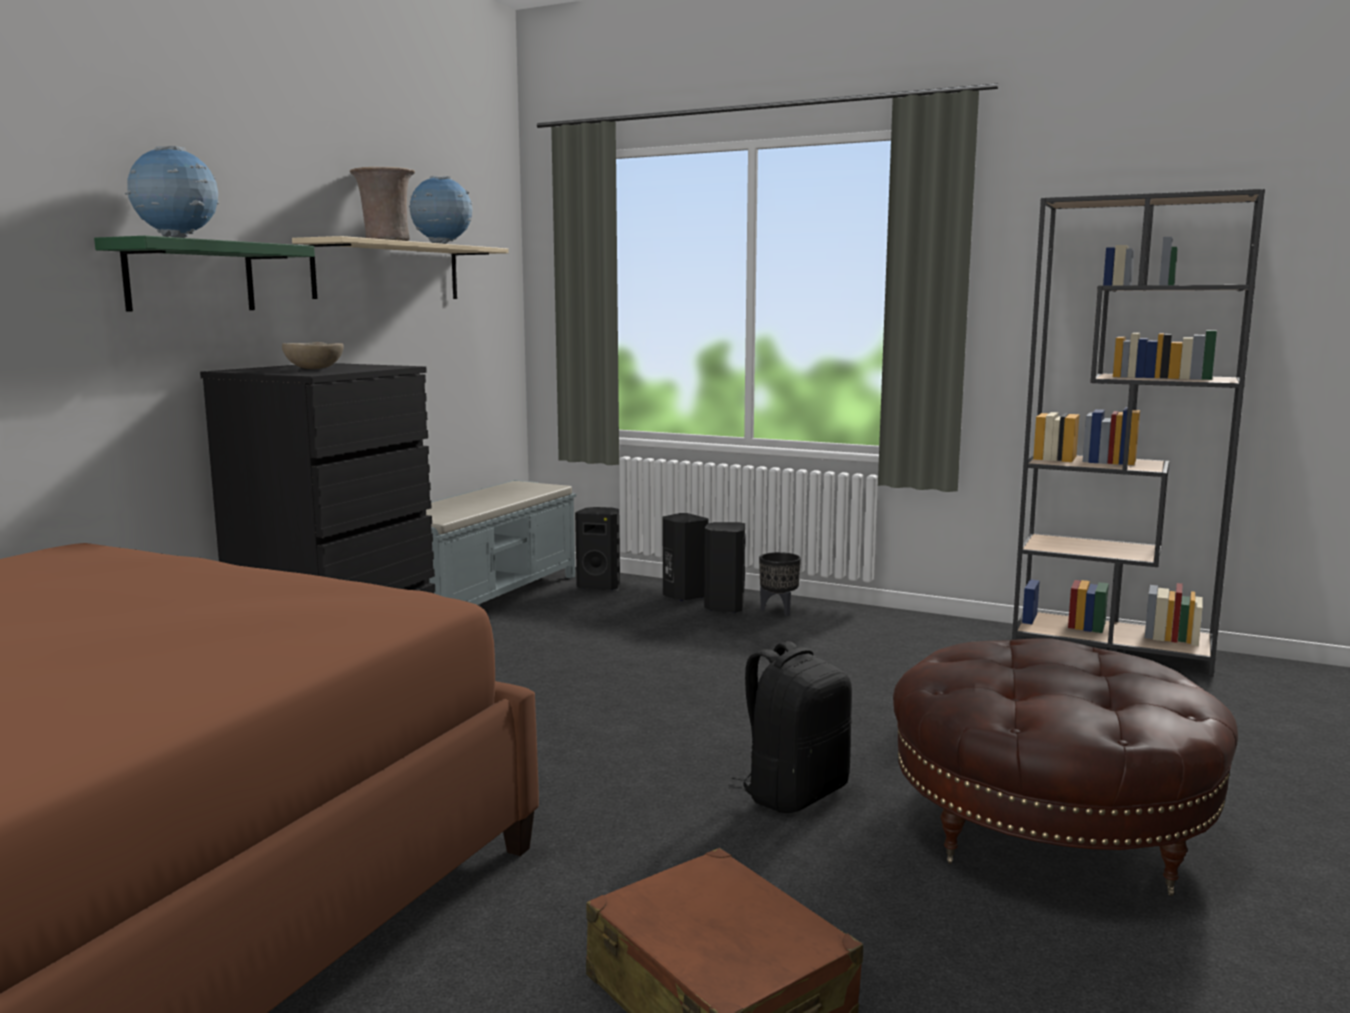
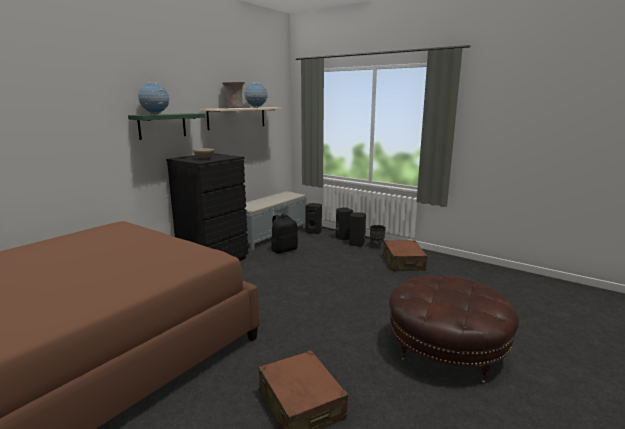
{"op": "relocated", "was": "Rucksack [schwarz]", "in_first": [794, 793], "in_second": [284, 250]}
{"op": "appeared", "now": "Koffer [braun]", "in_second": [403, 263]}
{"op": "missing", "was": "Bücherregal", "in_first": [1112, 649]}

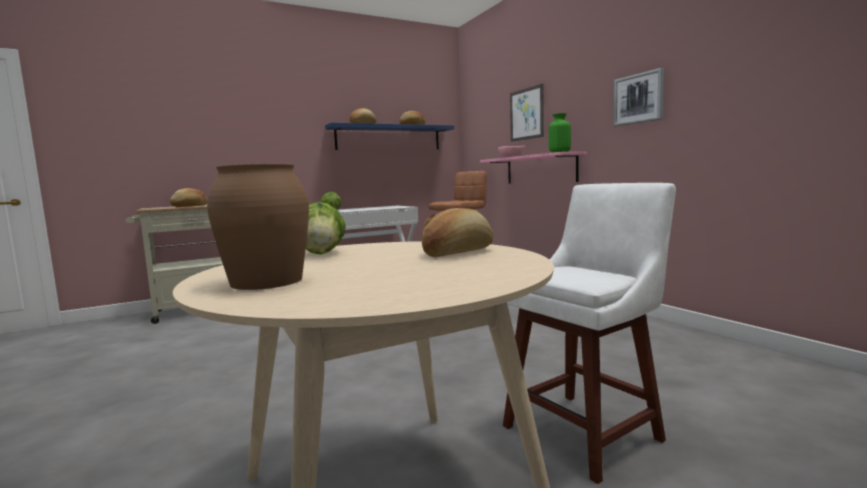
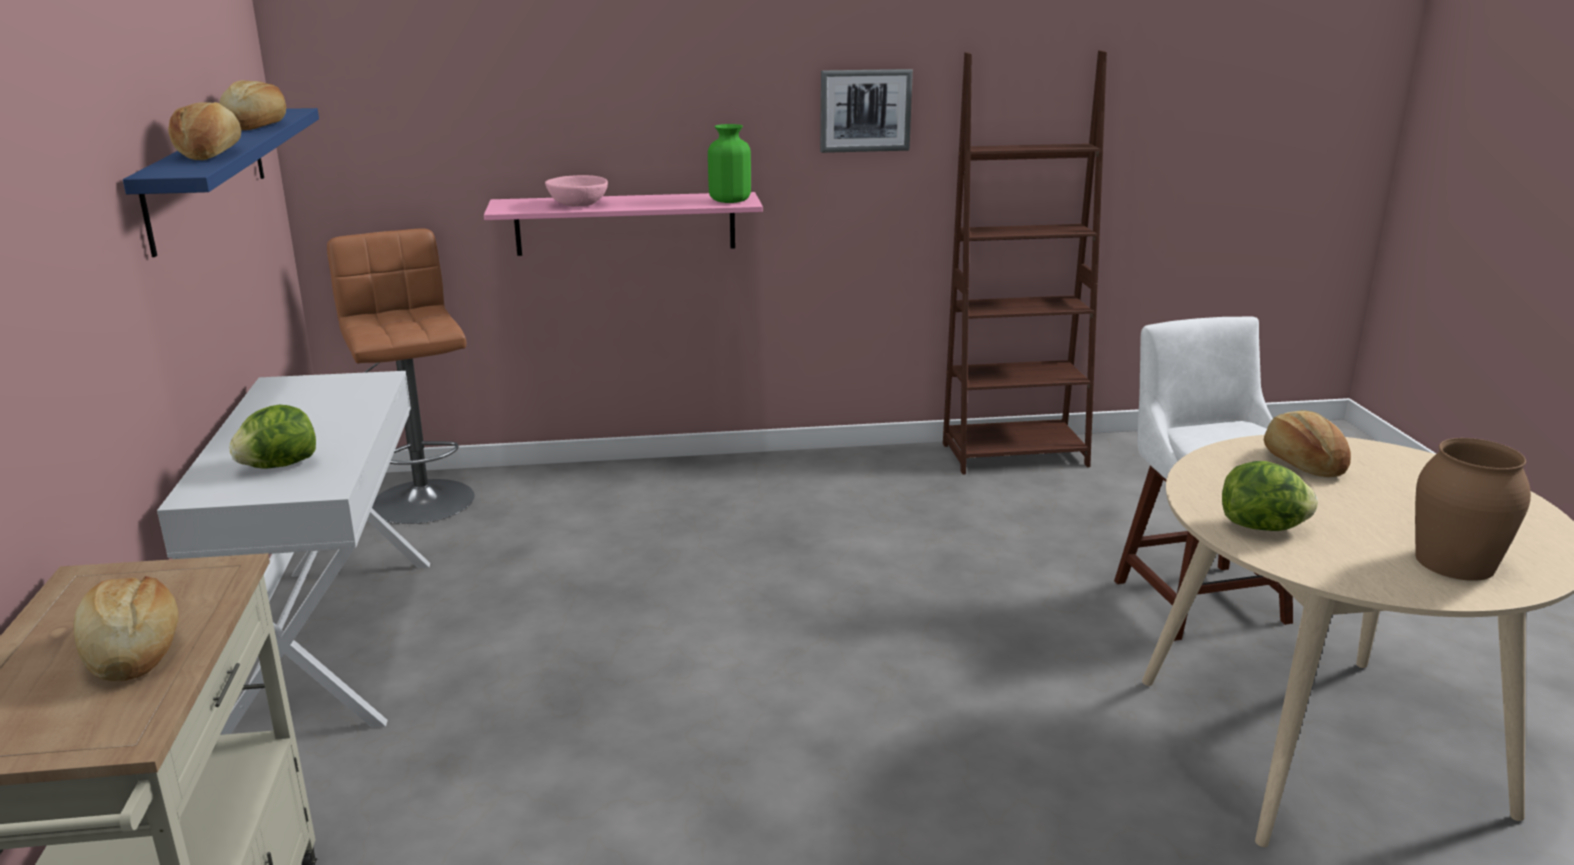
{"op": "appeared", "now": "Bücherregal [braun]", "in_second": [1014, 454]}
{"op": "missing", "was": "Bild", "in_first": [526, 114]}

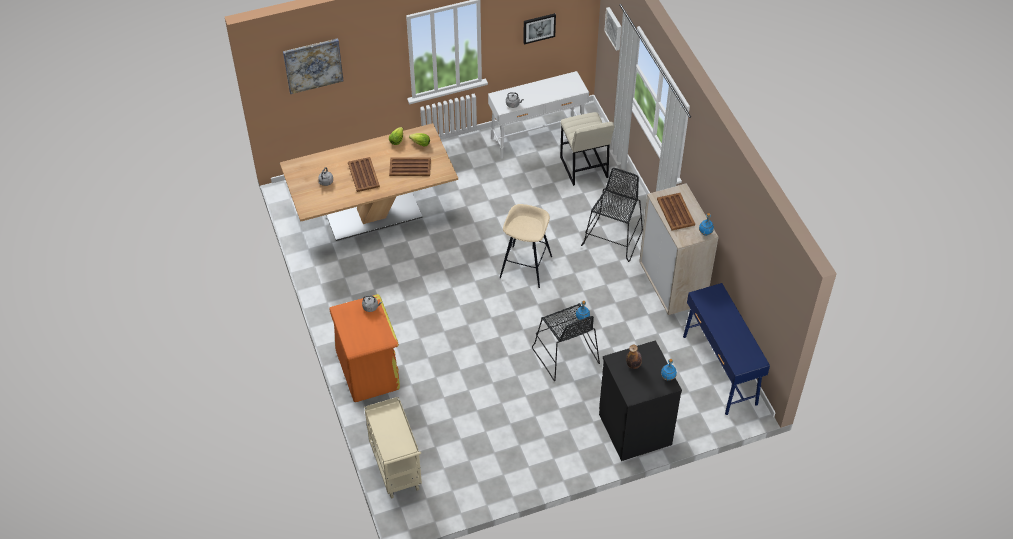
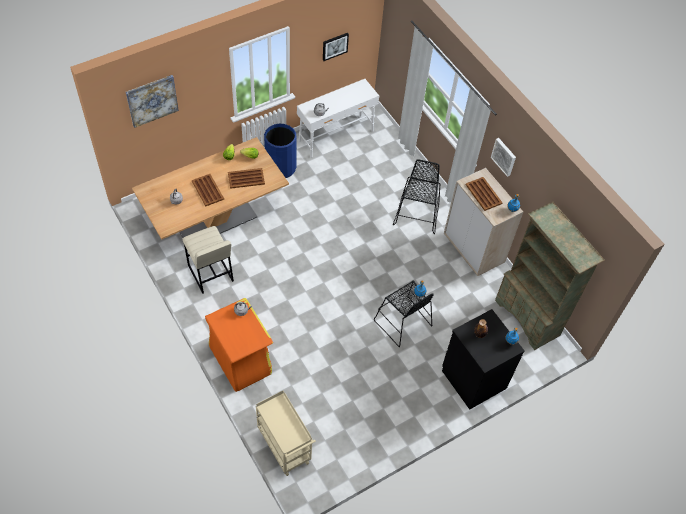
{"op": "relocated", "was": "Stuhl [beige]", "in_first": [584, 168], "in_second": [211, 274]}
{"op": "appeared", "now": "Mülleimer [blau]", "in_second": [281, 167]}
{"op": "relocated", "was": "Bild", "in_first": [614, 28], "in_second": [504, 156]}
{"op": "exchanged", "was": "Konsolentisch [blau]", "now": "Bücherregal [grün]", "in_first": [719, 370], "in_second": [527, 317]}
{"op": "missing", "was": "Hocker [beige]", "in_first": [526, 266]}

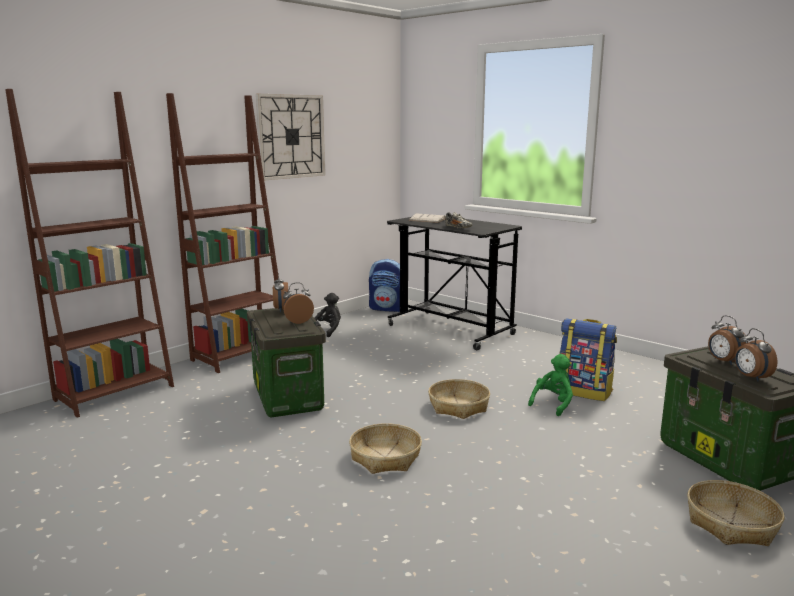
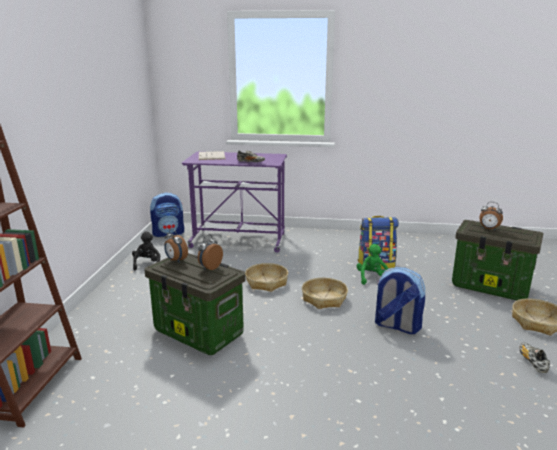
{"op": "colour", "was": "Schreibtisch [schwarz]", "now": "Schreibtisch [lila]", "in_first": [451, 330], "in_second": [238, 240]}
{"op": "relocated", "was": "Korb", "in_first": [385, 457], "in_second": [266, 282]}
{"op": "appeared", "now": "Rucksack", "in_second": [396, 326]}
{"op": "appeared", "now": "Schuh", "in_second": [532, 362]}
{"op": "missing", "was": "Bücherregal [braun]", "in_first": [240, 355]}
{"op": "missing", "was": "Wanduhr", "in_first": [291, 136]}
{"op": "missing", "was": "Wecker", "in_first": [750, 377]}

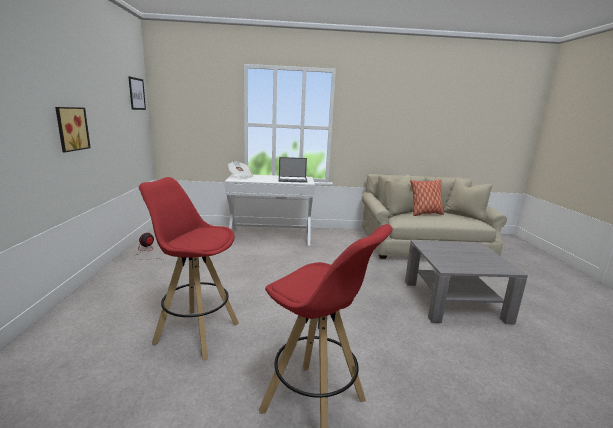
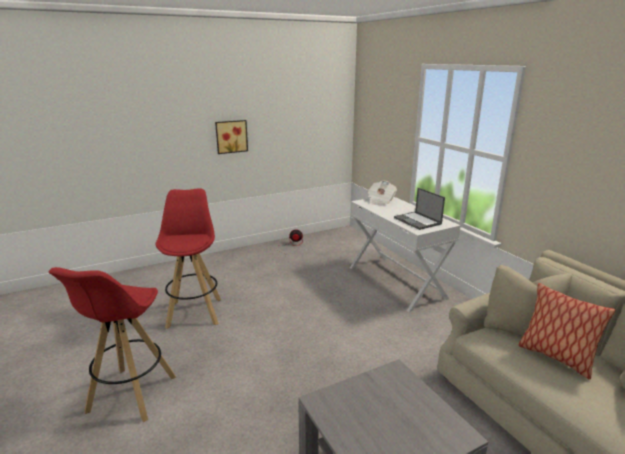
{"op": "missing", "was": "Bild", "in_first": [137, 94]}

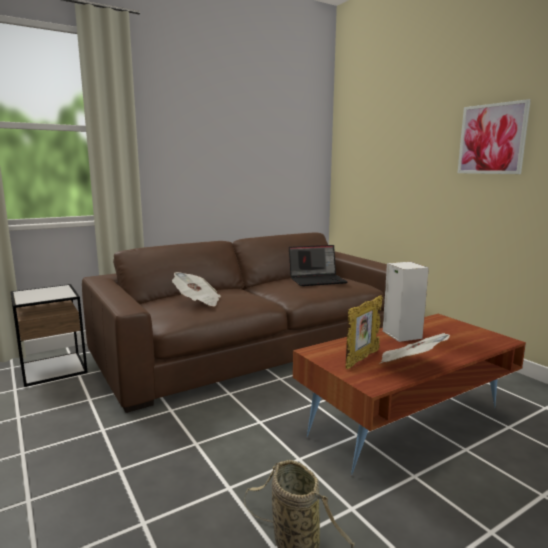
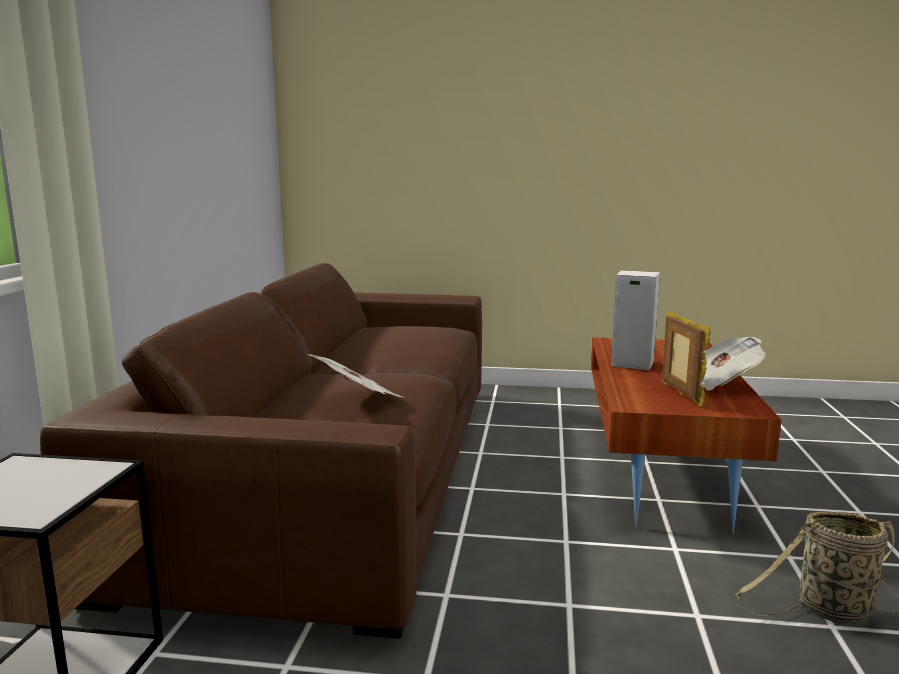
{"op": "missing", "was": "Laptop", "in_first": [317, 280]}
{"op": "missing", "was": "Bild", "in_first": [492, 139]}

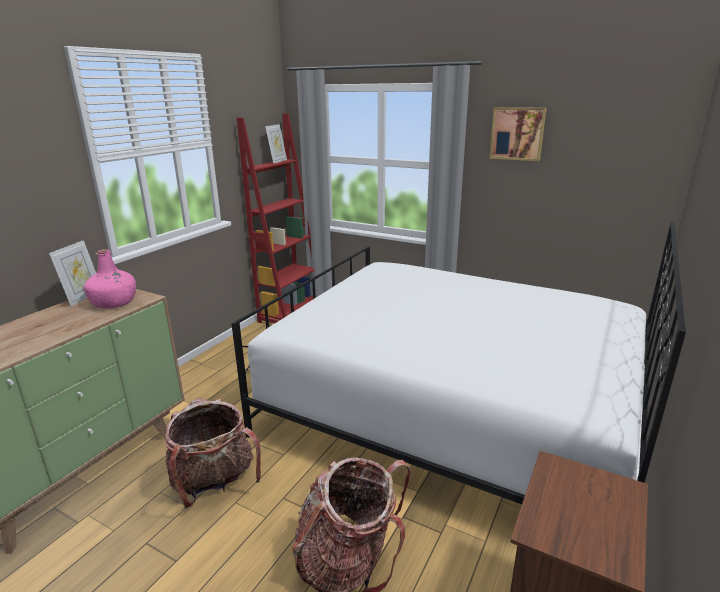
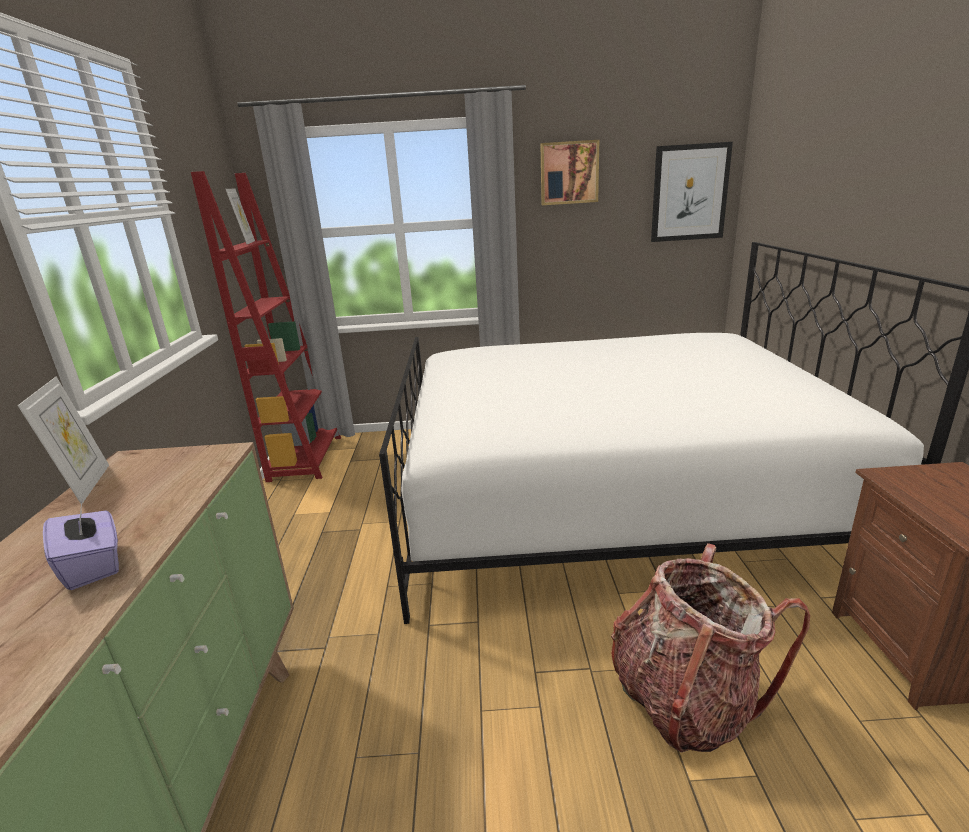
{"op": "appeared", "now": "Taschentuchbox [lila]", "in_second": [93, 565]}
{"op": "appeared", "now": "Bild", "in_second": [689, 193]}
{"op": "missing", "was": "Flasche [rosa]", "in_first": [114, 302]}
{"op": "missing", "was": "Rucksack", "in_first": [214, 483]}

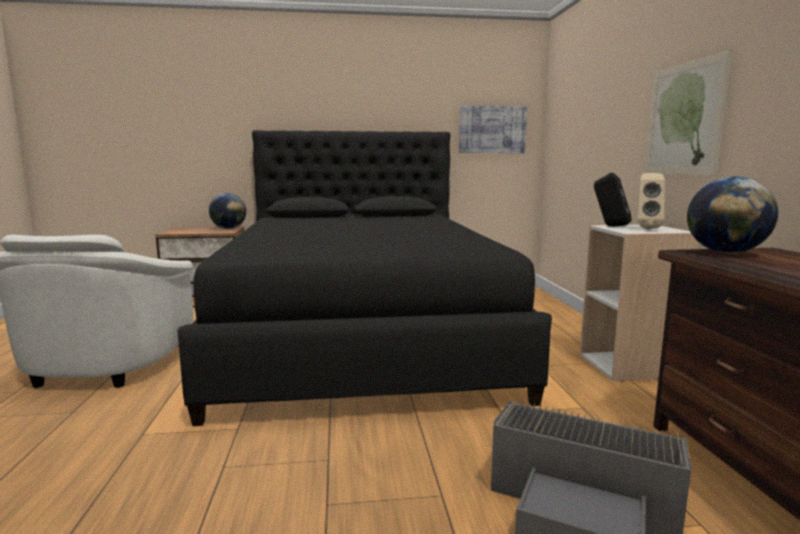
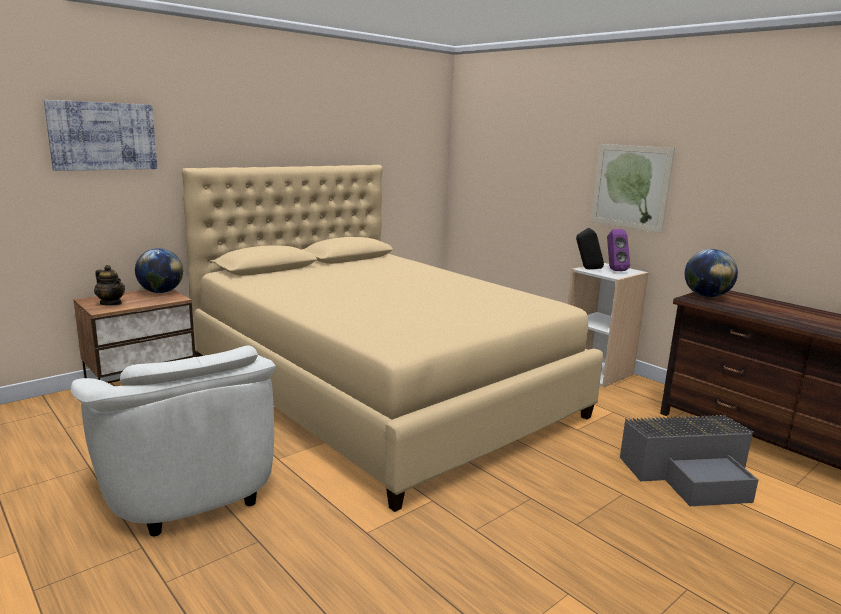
{"op": "relocated", "was": "Bild", "in_first": [492, 129], "in_second": [103, 136]}
{"op": "appeared", "now": "Teekanne", "in_second": [111, 303]}
{"op": "colour", "was": "Bett [schwarz]", "now": "Bett [beige]", "in_first": [362, 333], "in_second": [379, 388]}
{"op": "colour", "was": "Lautsprecher [beige]", "now": "Lautsprecher [lila]", "in_first": [647, 228], "in_second": [613, 270]}

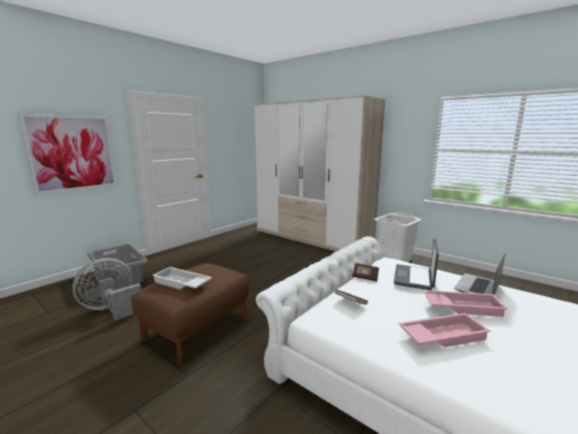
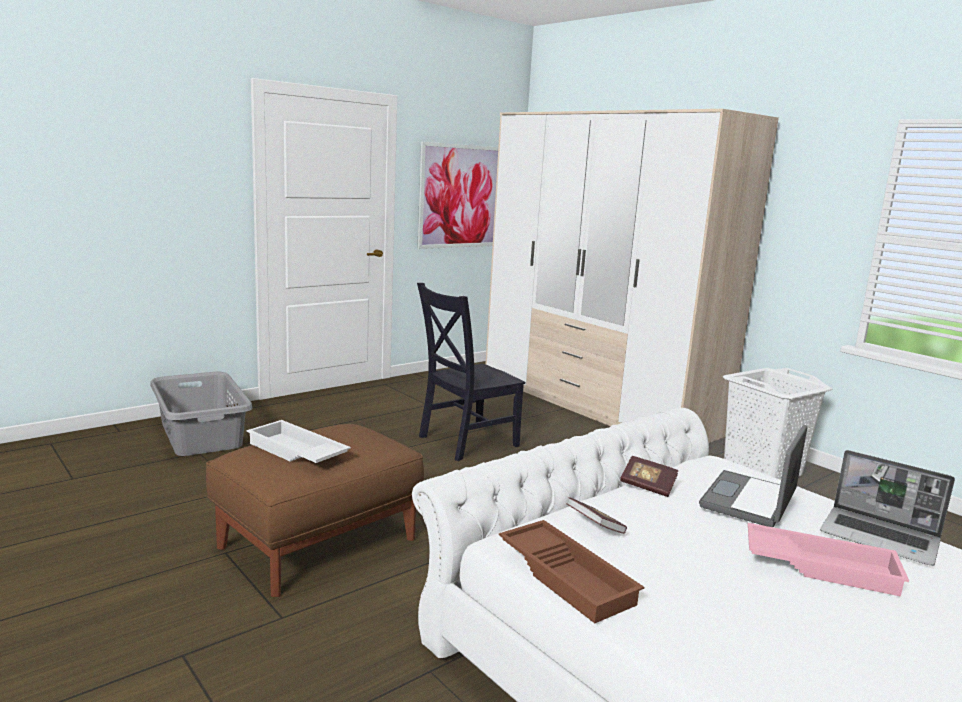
{"op": "relocated", "was": "Bild", "in_first": [73, 153], "in_second": [460, 196]}
{"op": "appeared", "now": "Stuhl [schwarz]", "in_second": [464, 442]}
{"op": "appeared", "now": "Tablett [braun]", "in_second": [568, 577]}
{"op": "spun", "was": "Laptop", "in_first": [478, 288], "in_second": [881, 538], "clockwise": -105}
{"op": "missing", "was": "Ventilator [grau]", "in_first": [112, 309]}
{"op": "missing", "was": "Tablett [rosa]", "in_first": [442, 335]}

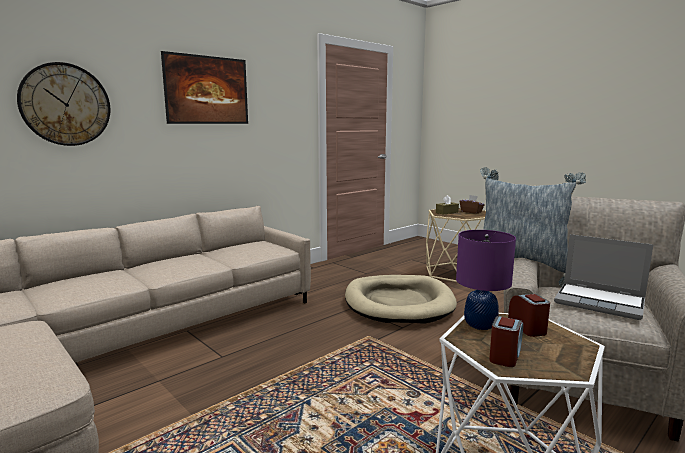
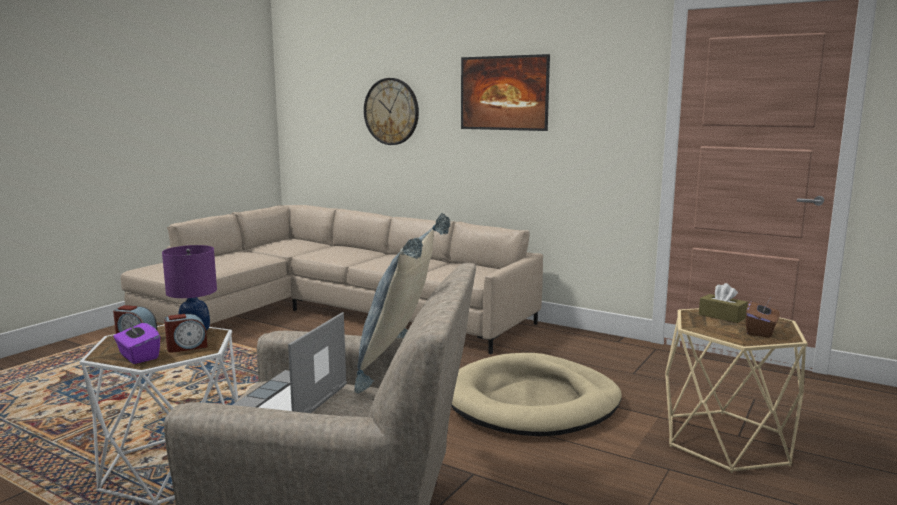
{"op": "appeared", "now": "Taschentuchbox [lila]", "in_second": [138, 356]}

